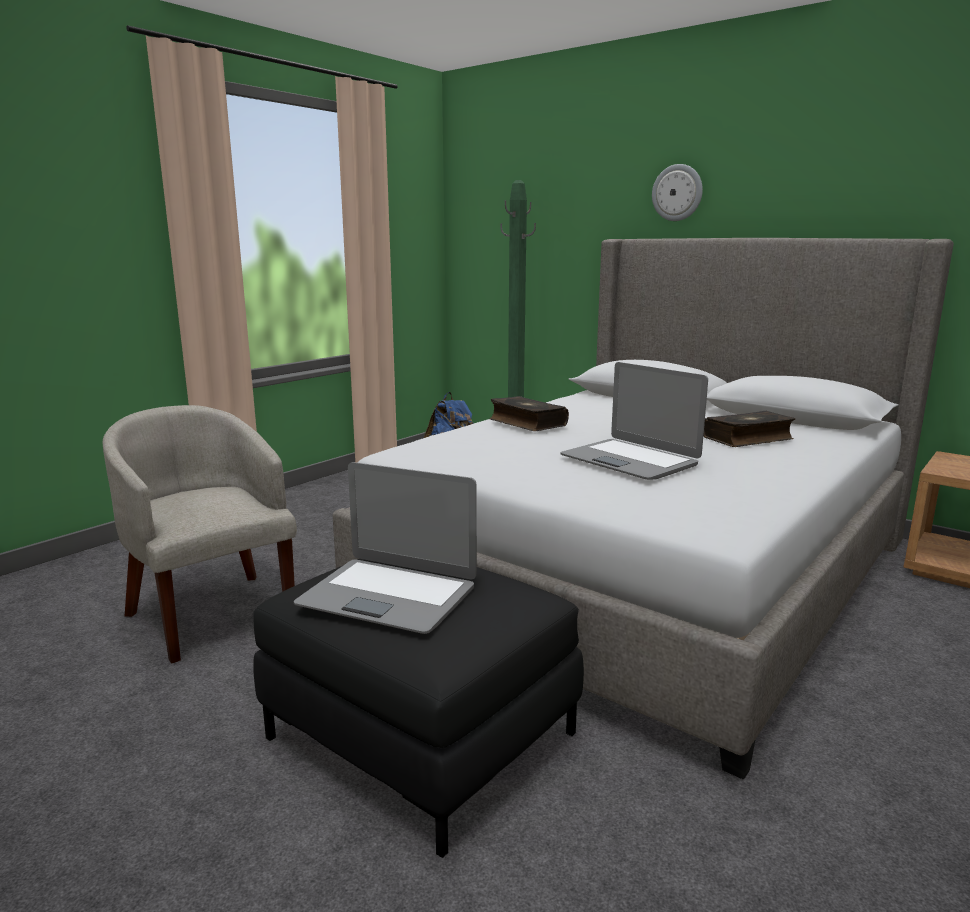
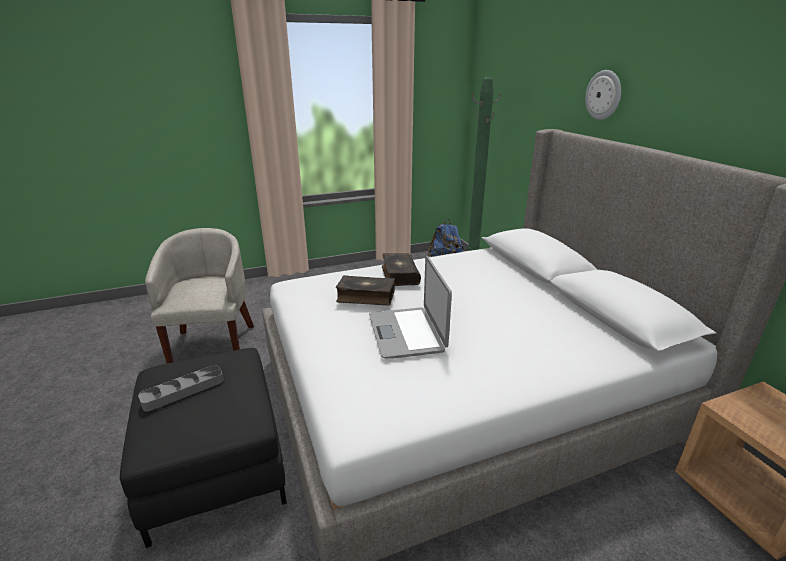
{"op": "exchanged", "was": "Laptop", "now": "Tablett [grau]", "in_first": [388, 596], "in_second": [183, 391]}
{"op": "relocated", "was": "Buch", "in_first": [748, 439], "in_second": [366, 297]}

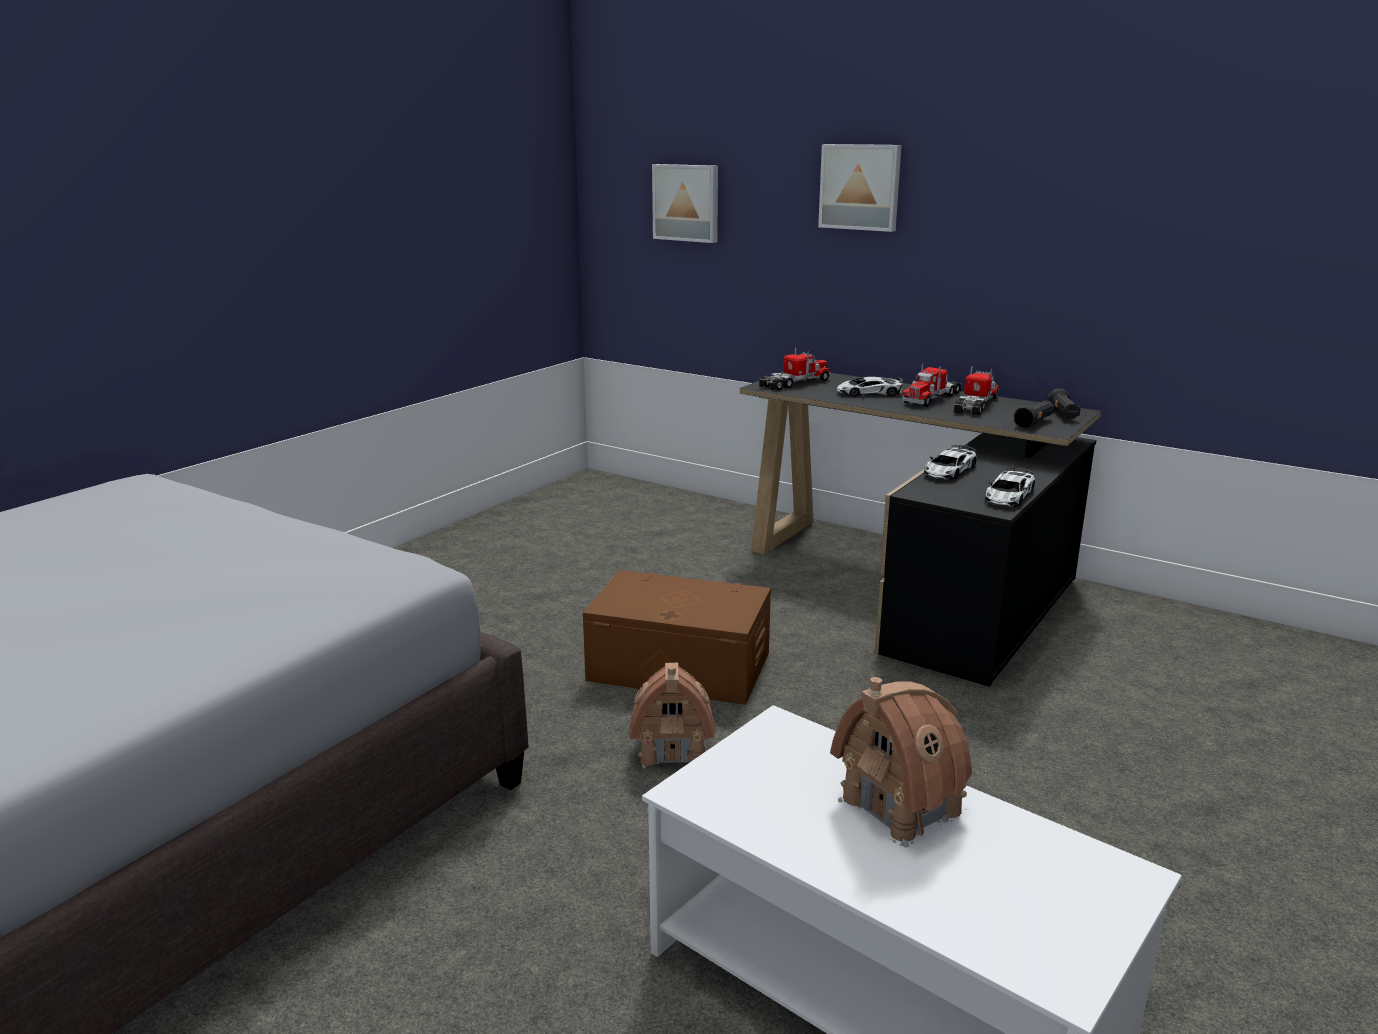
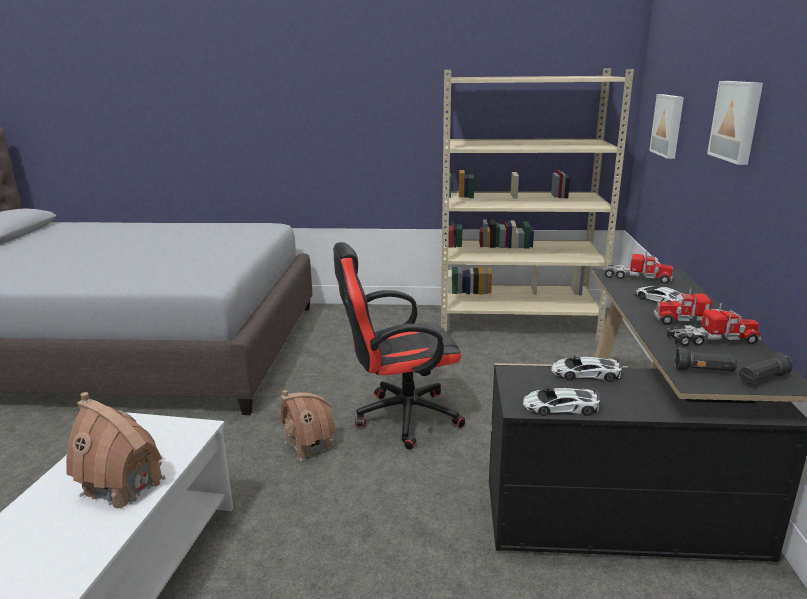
{"op": "exchanged", "was": "Aufbewahrungsbox [braun]", "now": "Bürostuhl [schwarz]", "in_first": [679, 666], "in_second": [399, 418]}
{"op": "appeared", "now": "Bücherregal [beige]", "in_second": [516, 322]}

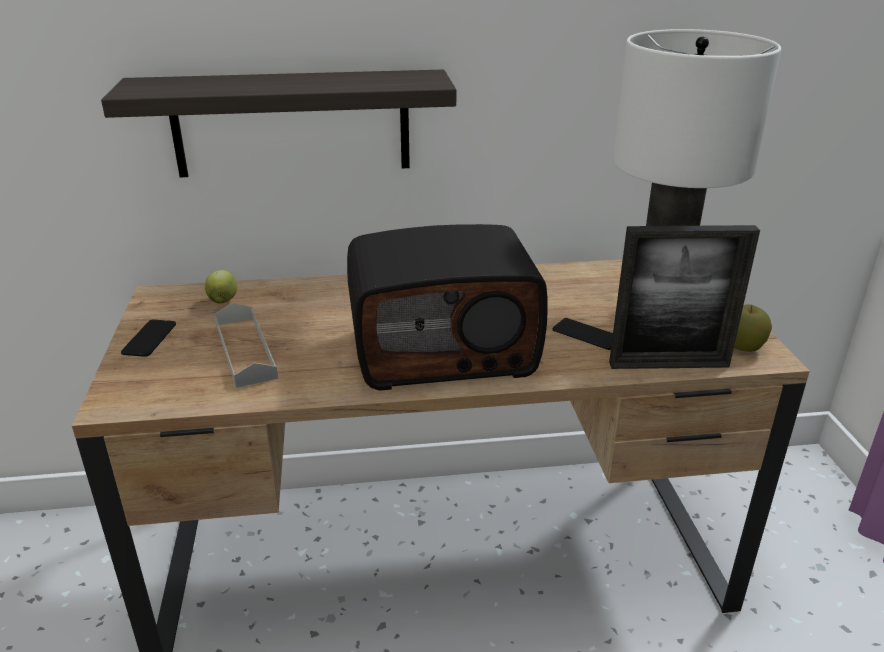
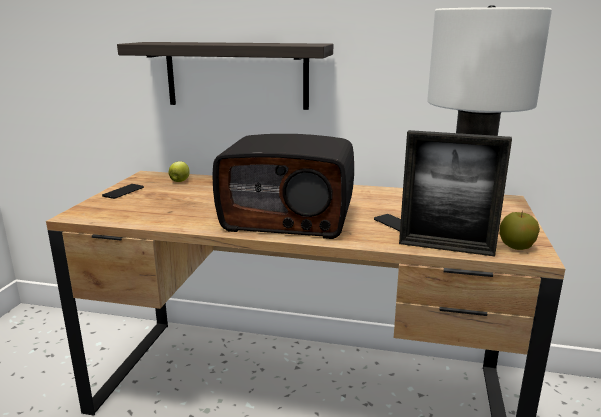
{"op": "missing", "was": "Tablett [grau]", "in_first": [245, 350]}

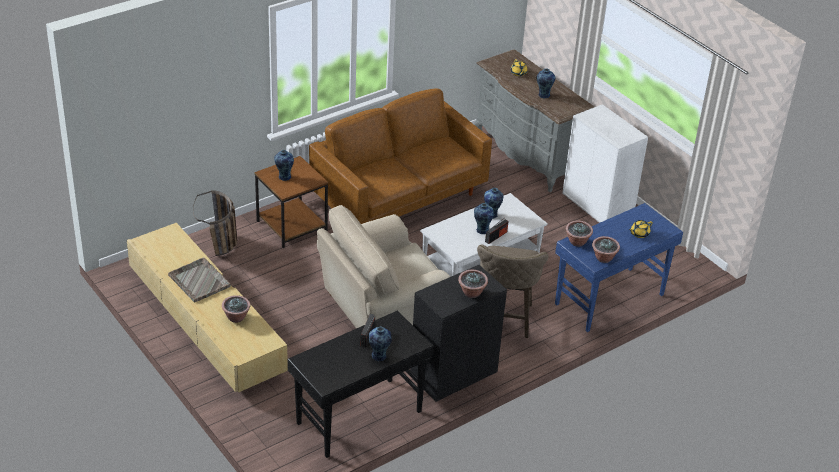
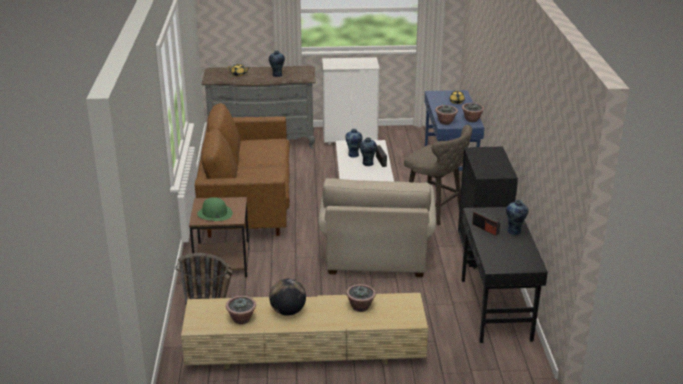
{"op": "exchanged", "was": "Vase", "now": "Hut [grün]", "in_first": [284, 177], "in_second": [214, 213]}
{"op": "relocated", "was": "Topfpflanze", "in_first": [472, 293], "in_second": [242, 319]}
{"op": "exchanged", "was": "Tablett [grau]", "now": "Globus", "in_first": [199, 280], "in_second": [288, 312]}

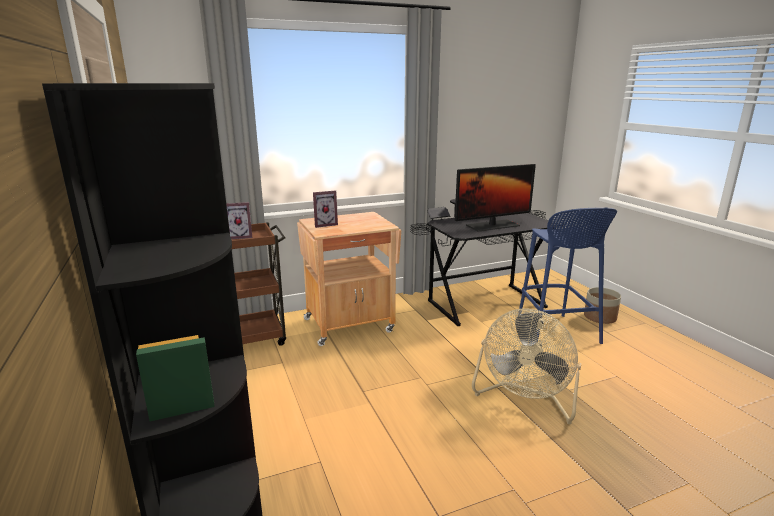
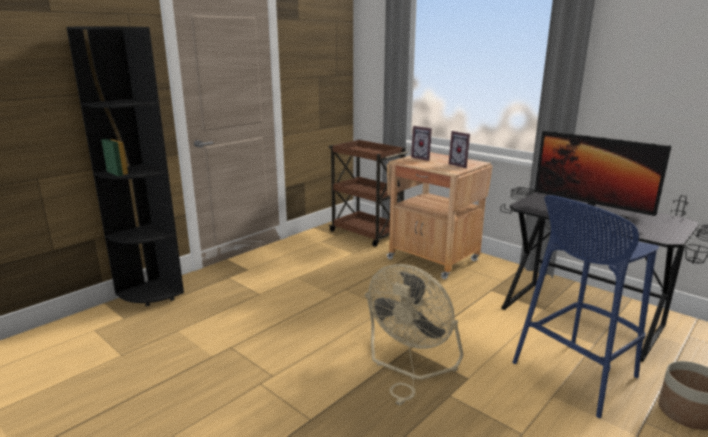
{"op": "spun", "was": "Ventilator [beige]", "in_first": [522, 397], "in_second": [405, 365], "clockwise": 120}
{"op": "relocated", "was": "Bilderrahmen", "in_first": [240, 236], "in_second": [461, 165]}

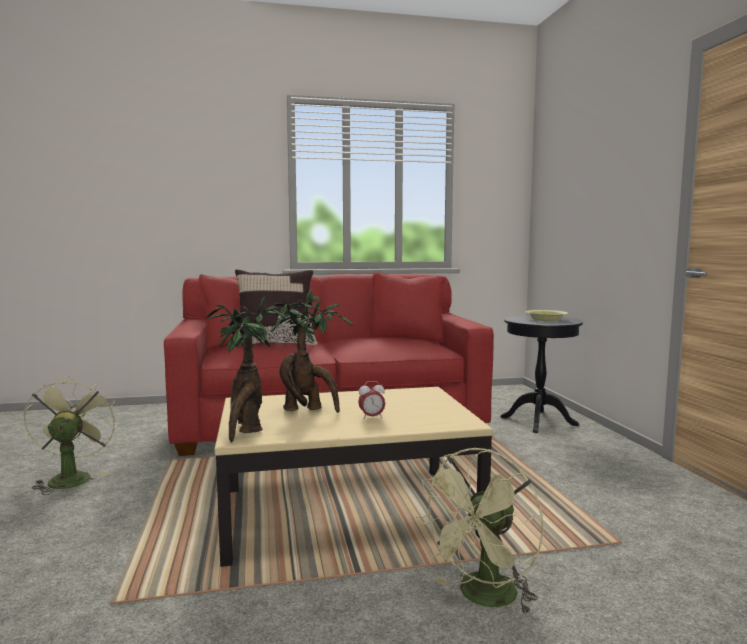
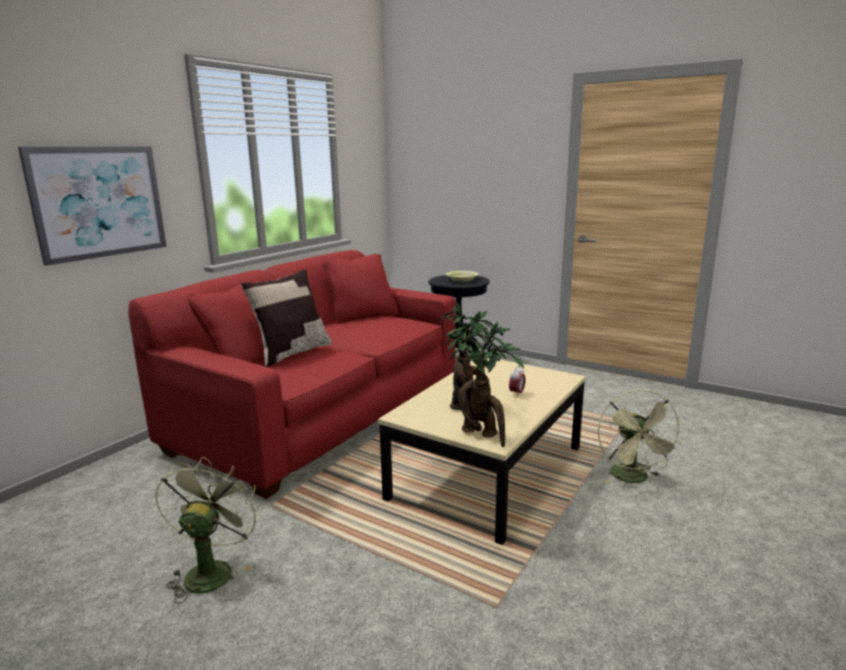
{"op": "appeared", "now": "Bild", "in_second": [99, 202]}
{"op": "spun", "was": "Ventilator [grün]", "in_first": [71, 478], "in_second": [211, 570], "clockwise": 60}

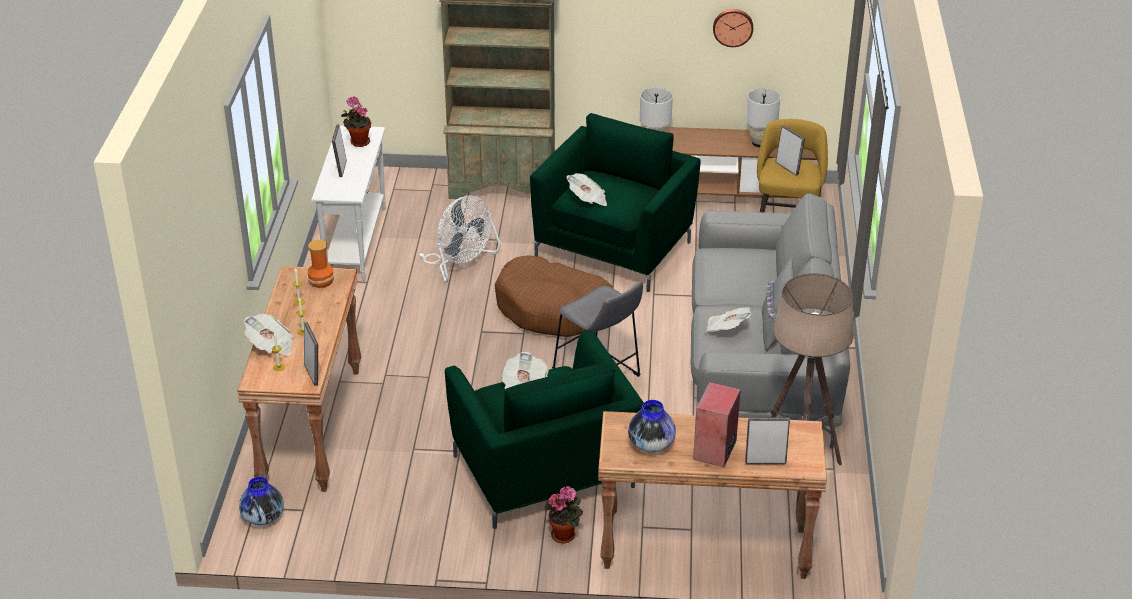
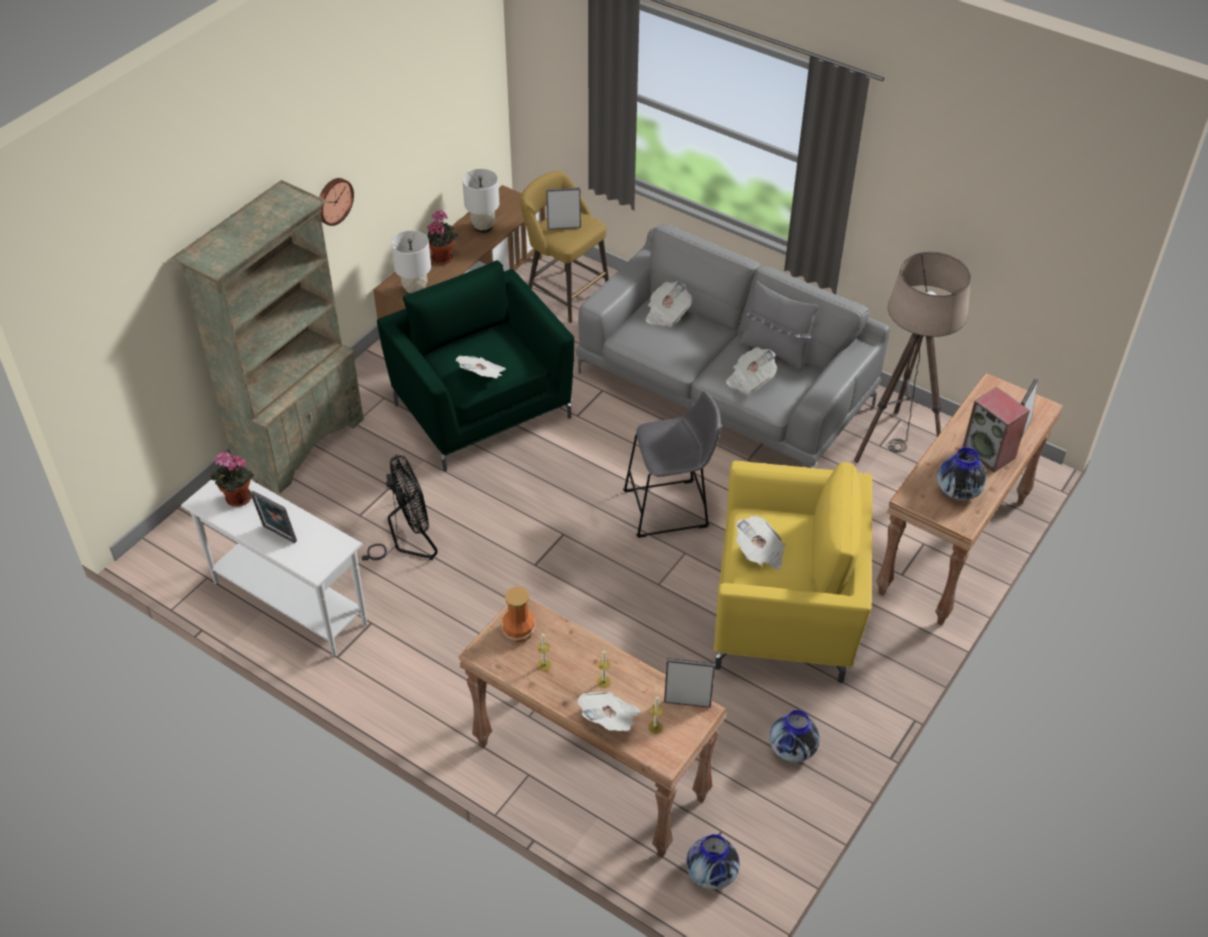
{"op": "relocated", "was": "Wanduhr", "in_first": [733, 27], "in_second": [333, 200]}
{"op": "colour", "was": "Ventilator [weiß]", "now": "Ventilator [schwarz]", "in_first": [459, 264], "in_second": [406, 534]}
{"op": "relocated", "was": "Topfpflanze", "in_first": [565, 534], "in_second": [442, 257]}
{"op": "appeared", "now": "Zeitung", "in_second": [666, 314]}
{"op": "colour", "was": "Sessel [grün]", "now": "Sessel [gelb]", "in_first": [543, 473], "in_second": [786, 611]}
{"op": "appeared", "now": "Vase", "in_second": [792, 749]}
{"op": "missing", "was": "Hundebett [braun]", "in_first": [553, 309]}

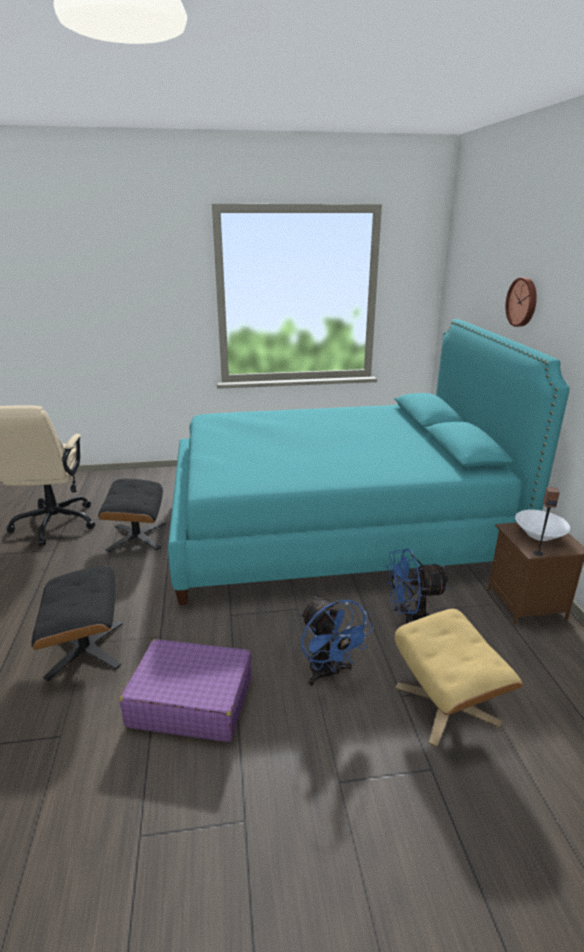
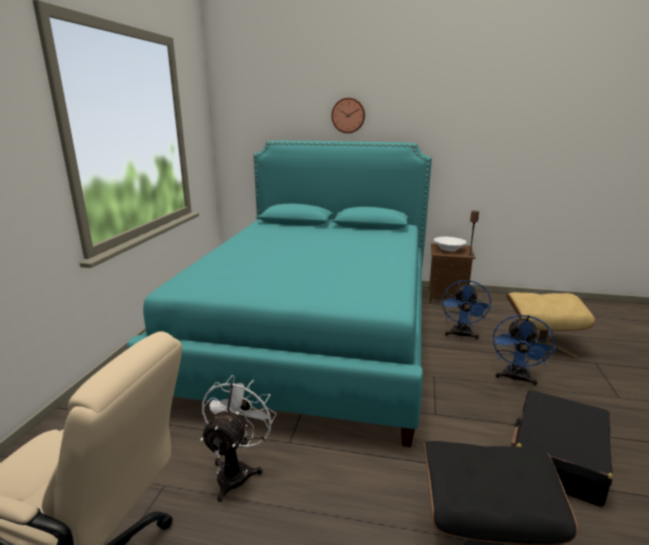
{"op": "exchanged", "was": "Polsterhocker [schwarz]", "now": "Ventilator [weiß]", "in_first": [136, 537], "in_second": [237, 471]}
{"op": "spun", "was": "Ventilator [blau]", "in_first": [328, 673], "in_second": [515, 379], "clockwise": 120}
{"op": "colour", "was": "Koffer [lila]", "now": "Koffer [schwarz]", "in_first": [190, 701], "in_second": [557, 456]}

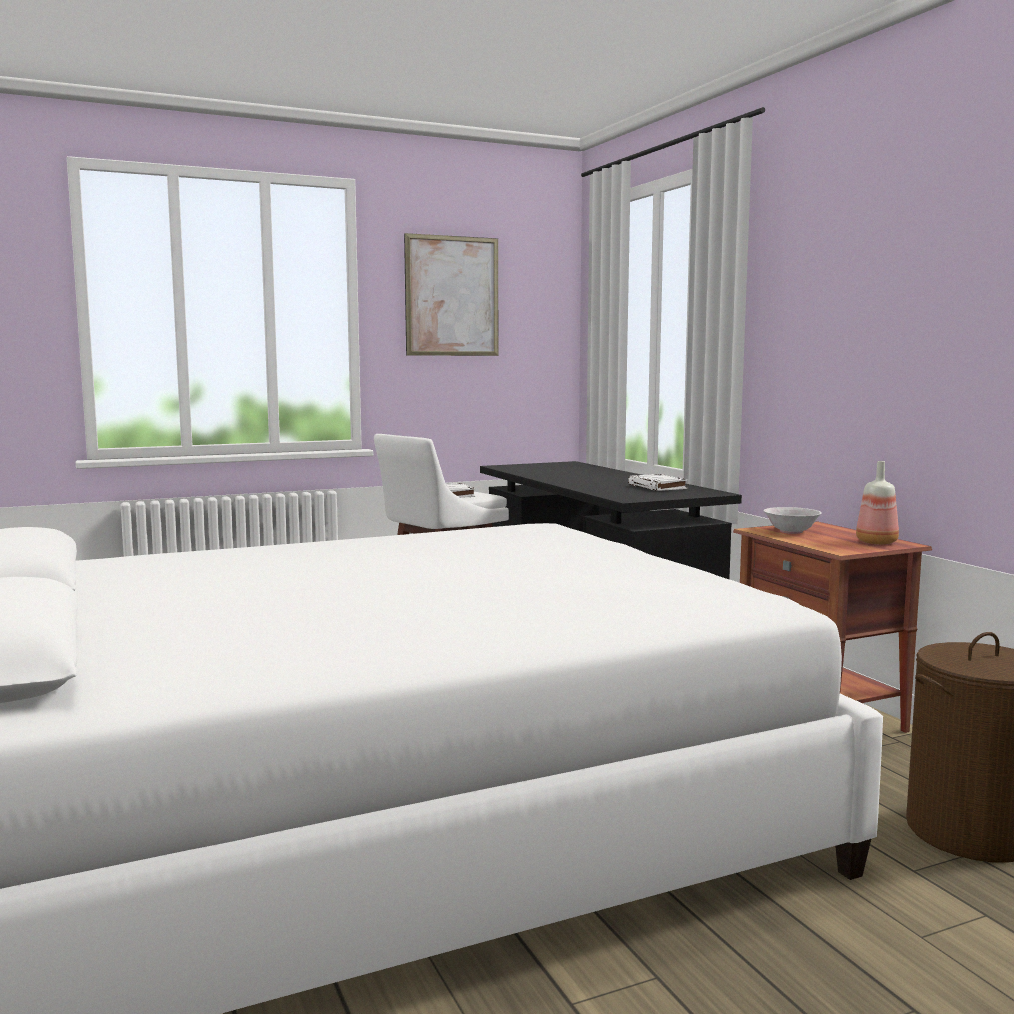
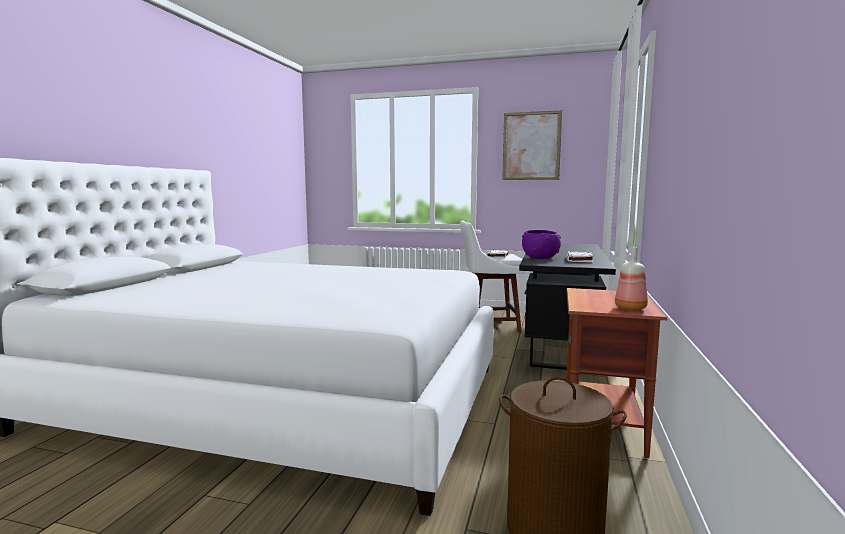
{"op": "appeared", "now": "Schüssel [lila]", "in_second": [540, 258]}
{"op": "missing", "was": "Schüssel [weiß]", "in_first": [791, 531]}

